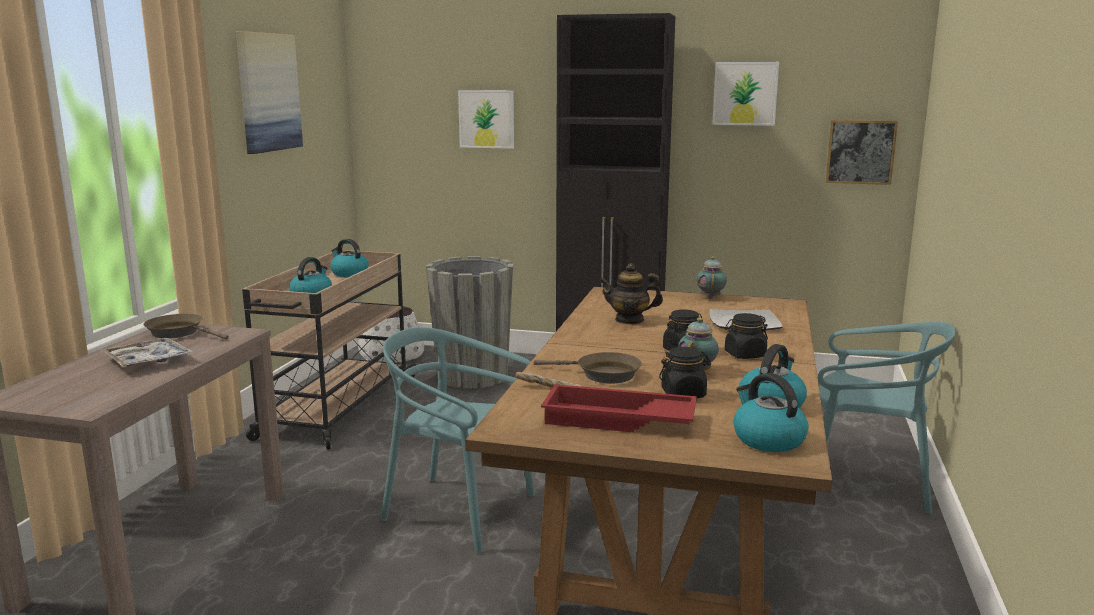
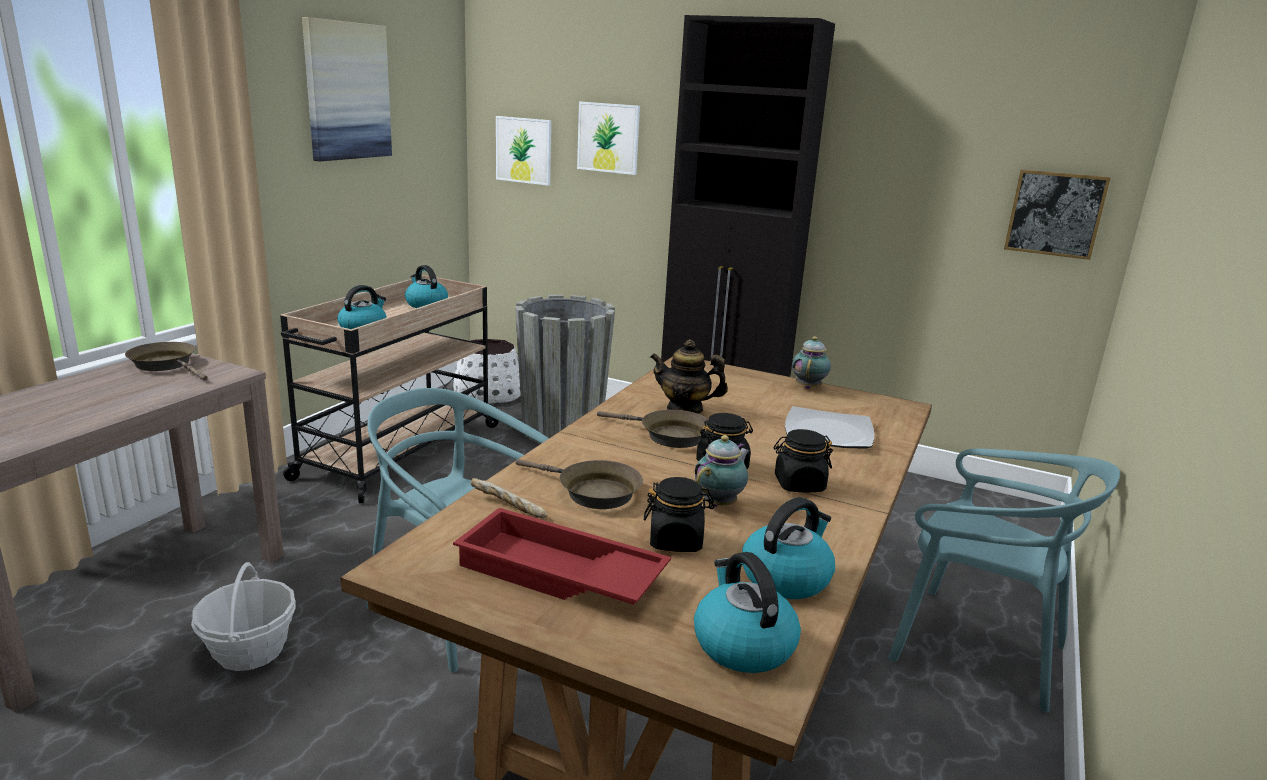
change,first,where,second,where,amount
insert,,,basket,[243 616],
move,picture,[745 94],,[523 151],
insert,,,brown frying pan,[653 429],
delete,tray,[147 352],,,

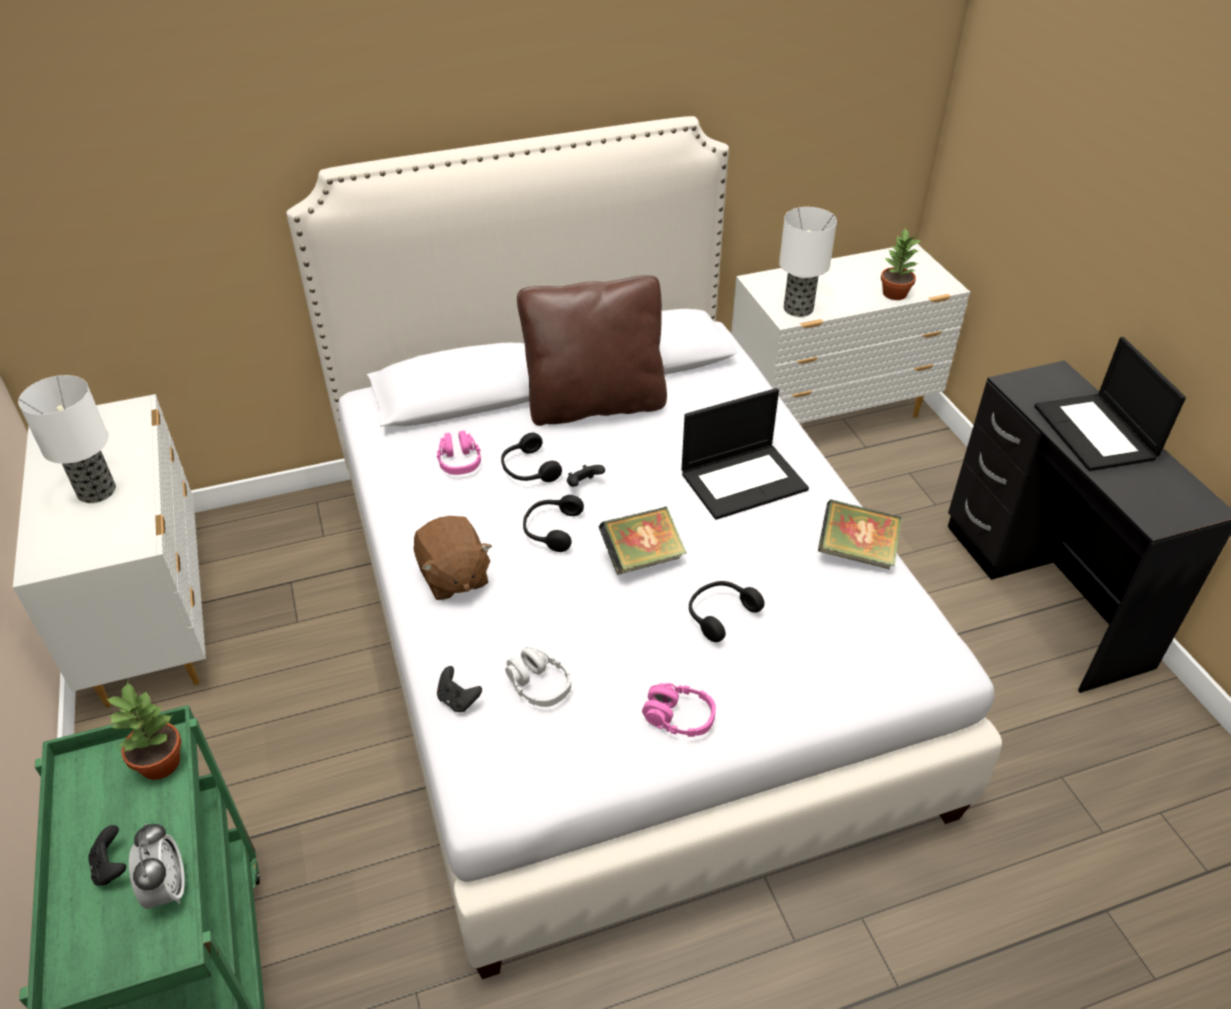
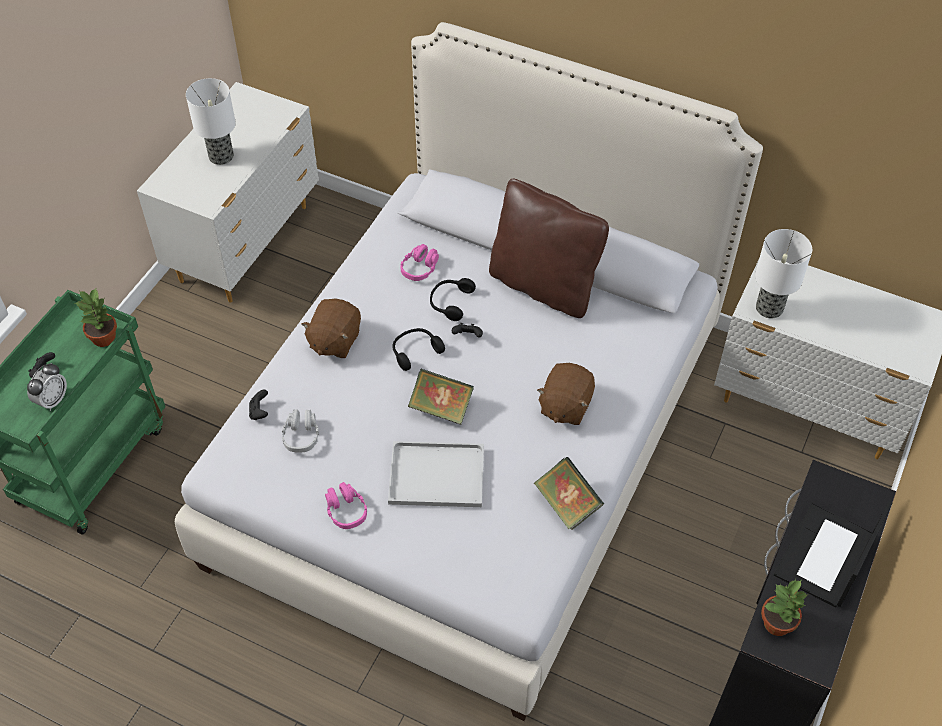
change,first,where,second,where,amount
replace,black headphones,[726 611],white tray,[436 474],
replace,laptop,[745 454],brown plush toy,[566 394],
move,potted plant,[901 264],,[785 607],

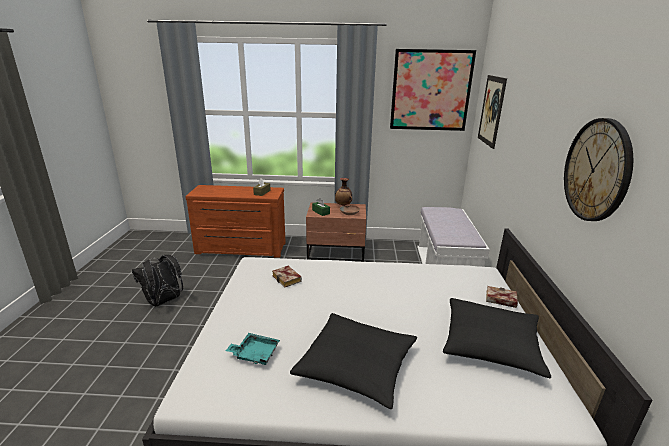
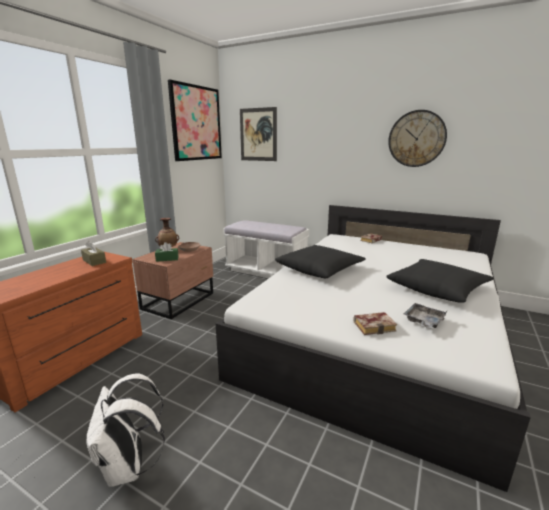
change,first,where,second,where,amount
recolor,black backpack,[157 280],white backpack,[126 430],
move,black pillow,[497 338],,[320 261],
move,book,[287 276],,[375 323],
recolor,turquoise tray,[253 349],grey tray,[425 315],

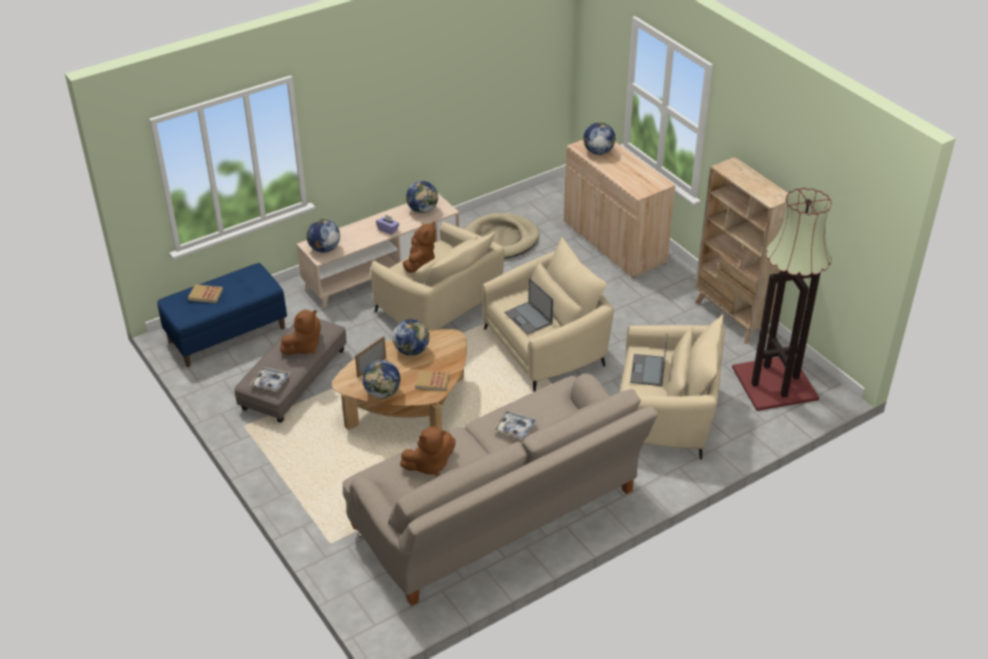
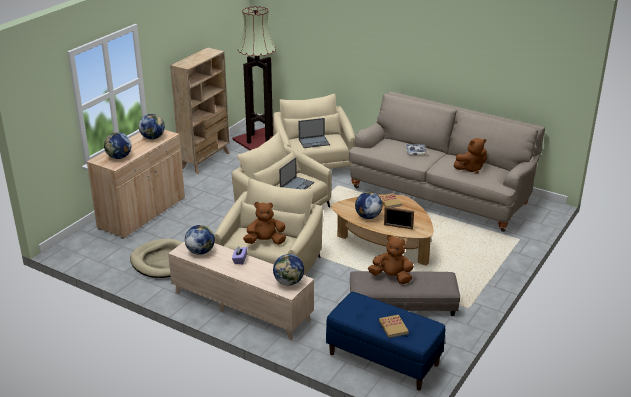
change,first,where,second,where,amount
move,globe,[381 379],,[152 126],
rotate,brown plush toy,[427 451],,[470 156],120 degrees clockwise
delete,tray,[269 379],,,

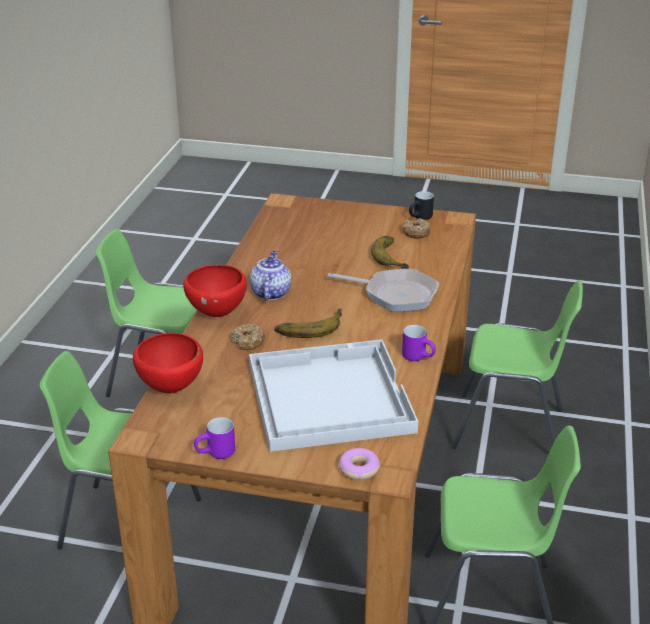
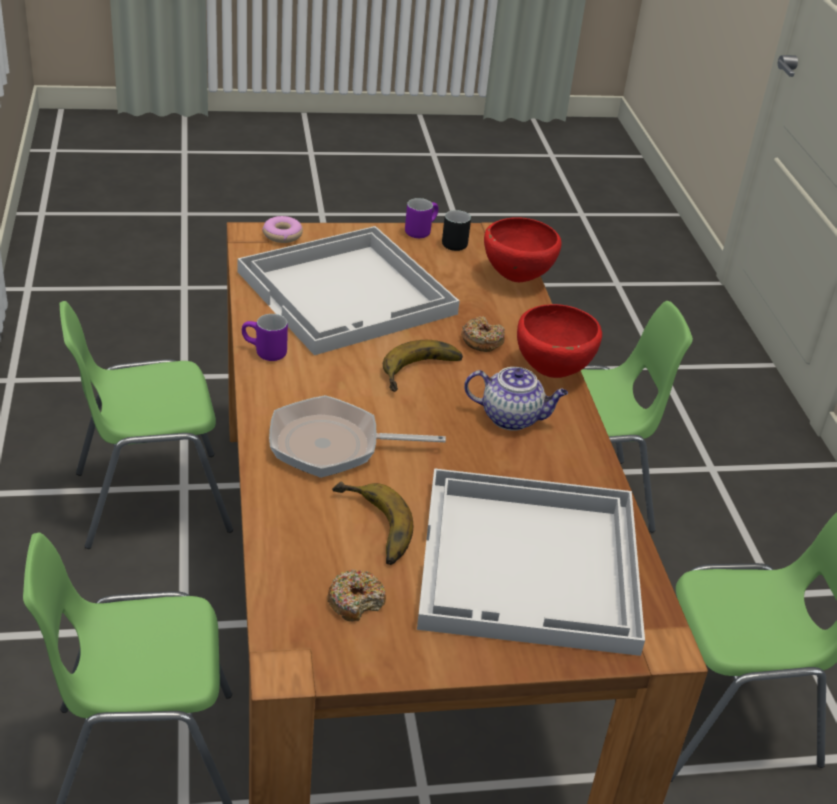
change,first,where,second,where,amount
insert,,,white tray,[531 562],
move,black mug,[421 205],,[456 230],
rotate,teapot,[271 275],,[516 399],60 degrees counterclockwise

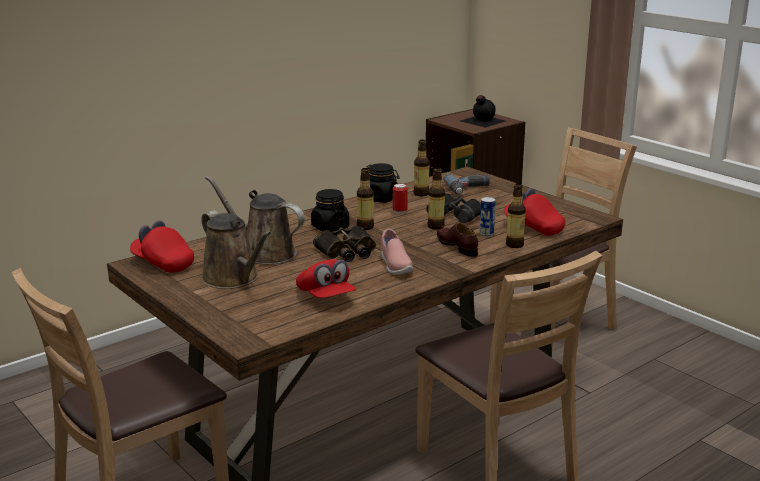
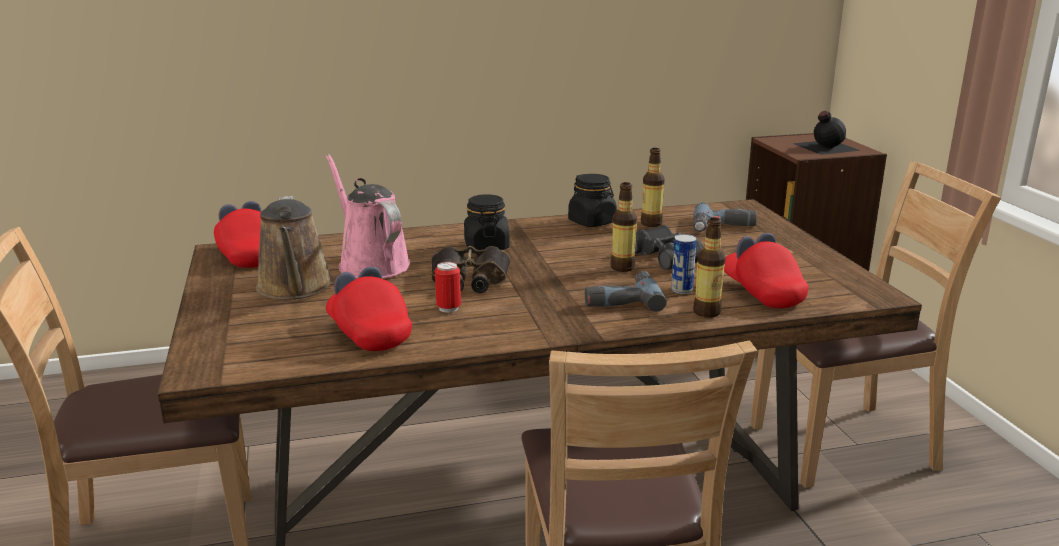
change,first,where,second,where,amount
recolor,brown watering can,[255 220],pink watering can,[368 216],
rotate,red cap,[326 278],,[369 308],150 degrees clockwise
move,can,[400 198],,[448 287],
replace,brown shoe,[457 240],power drill,[626 291],
delete,bottle,[365 199],,,
delete,pink shoe,[397 252],,,

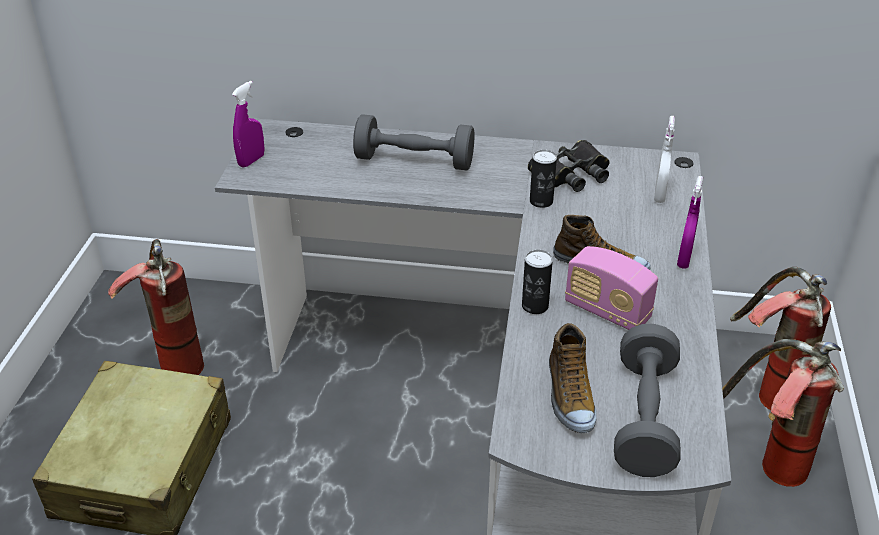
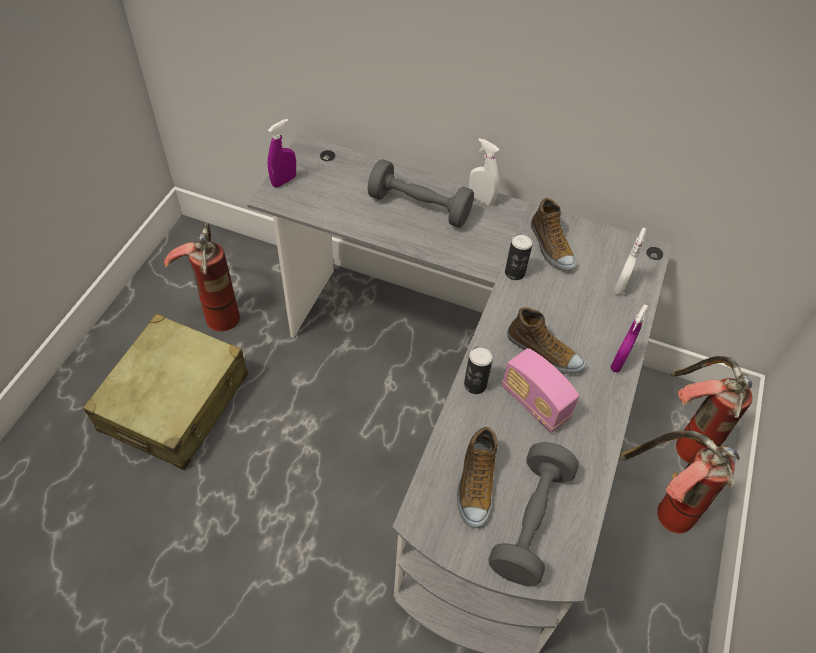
change,first,where,second,where,amount
insert,,,white spray bottle,[484 172],
replace,black binoculars,[569 166],shoe,[553 234],

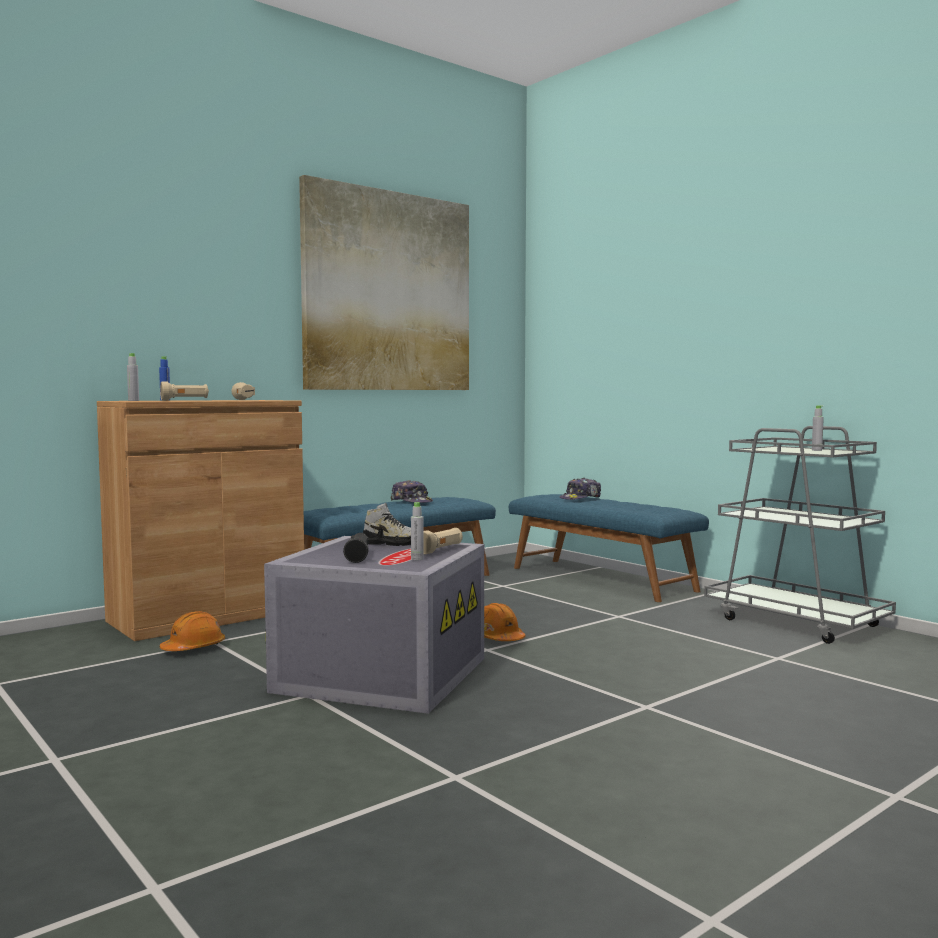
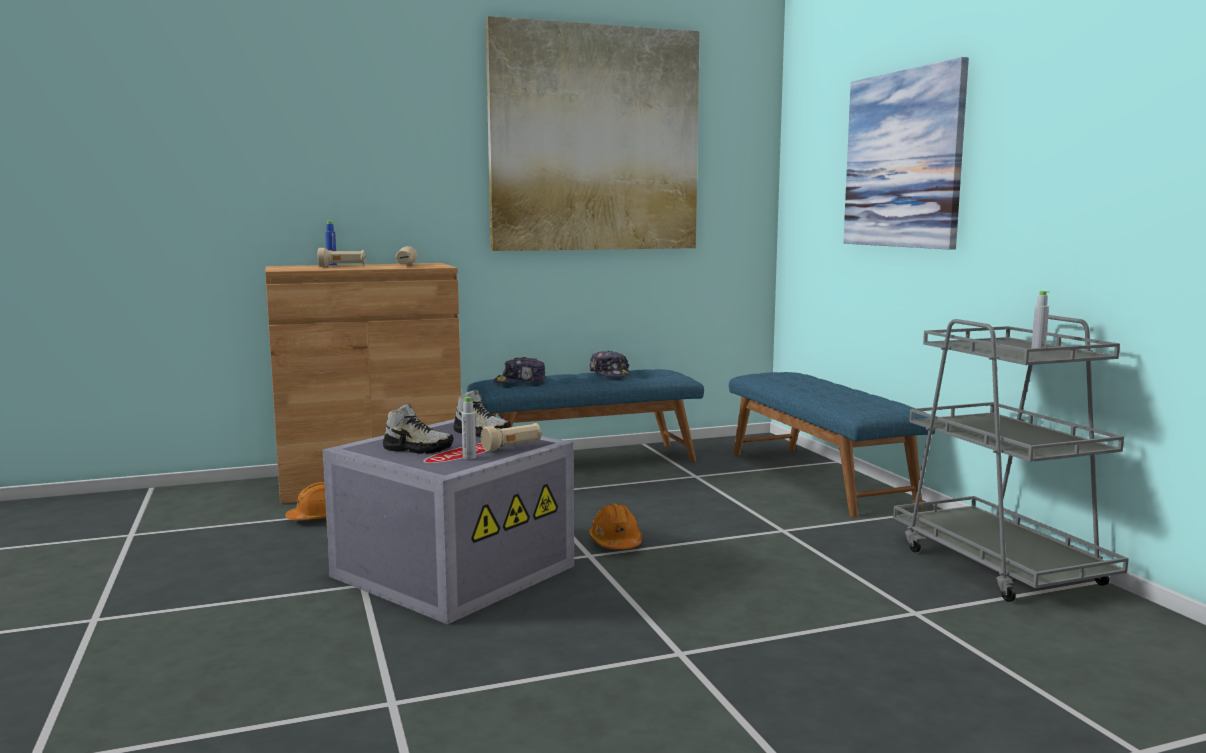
change,first,where,second,where,amount
replace,black flashlight,[356 548],shoe,[418 428],
move,cap,[580 489],,[519 370],
insert,,,picture,[906 153],
delete,grey bottle,[133 377],,,

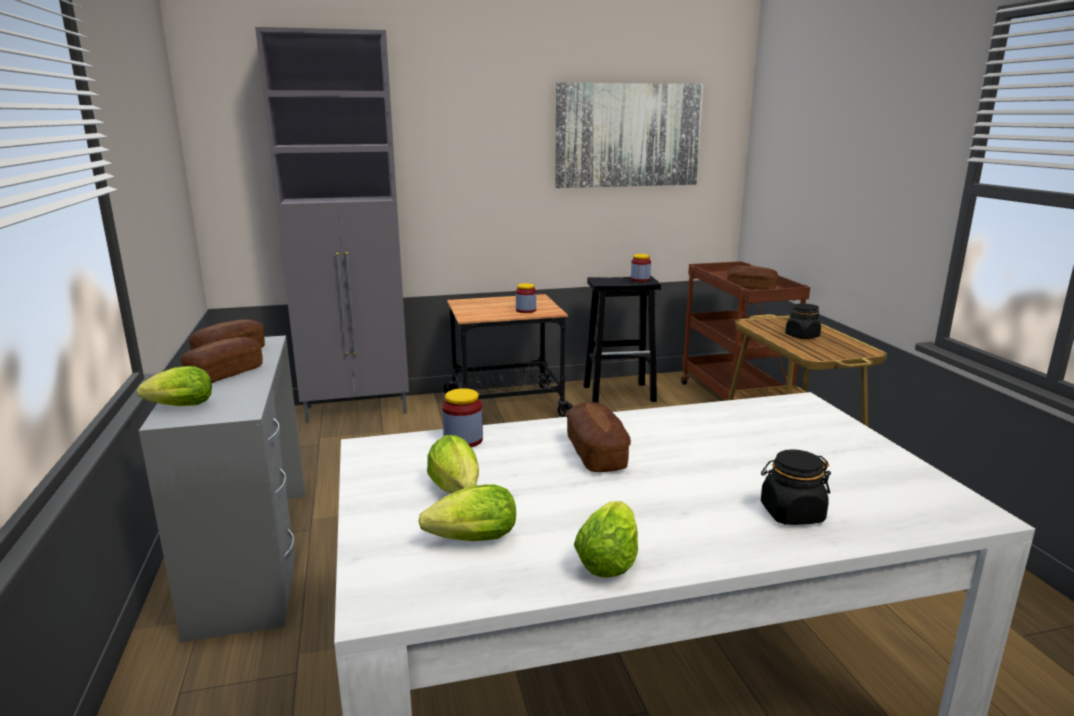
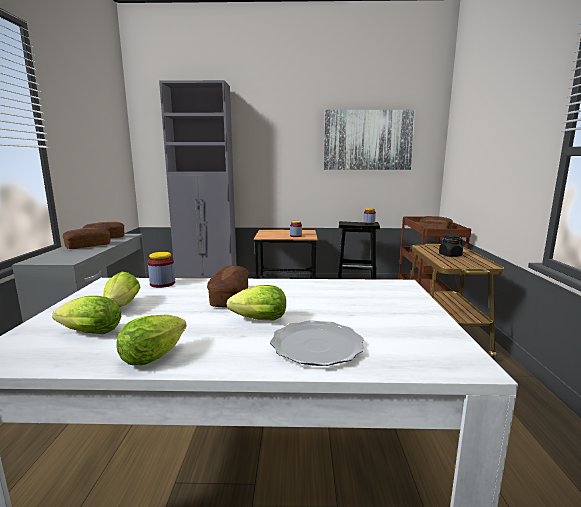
change,first,where,second,where,amount
move,lettuce,[174 386],,[256 302],
replace,black jar,[796 487],plate,[317 343],

